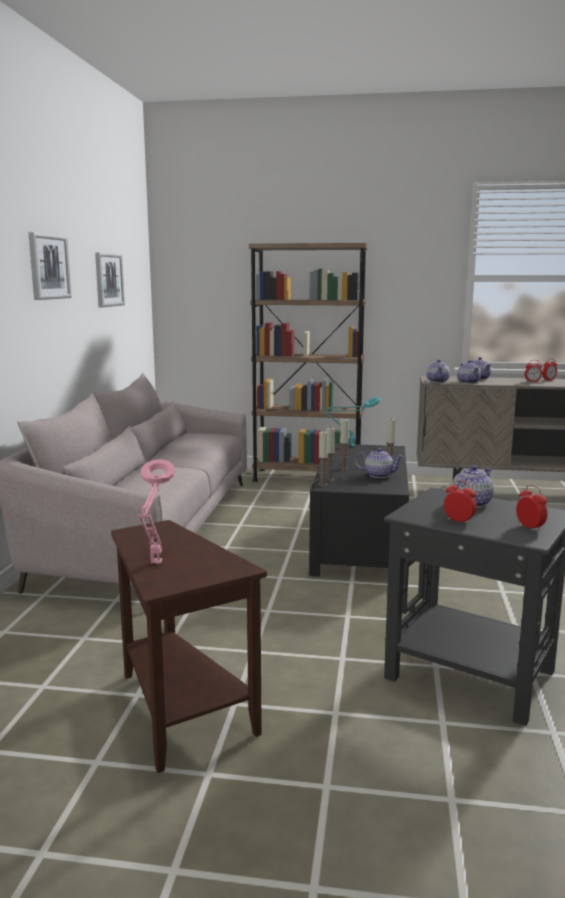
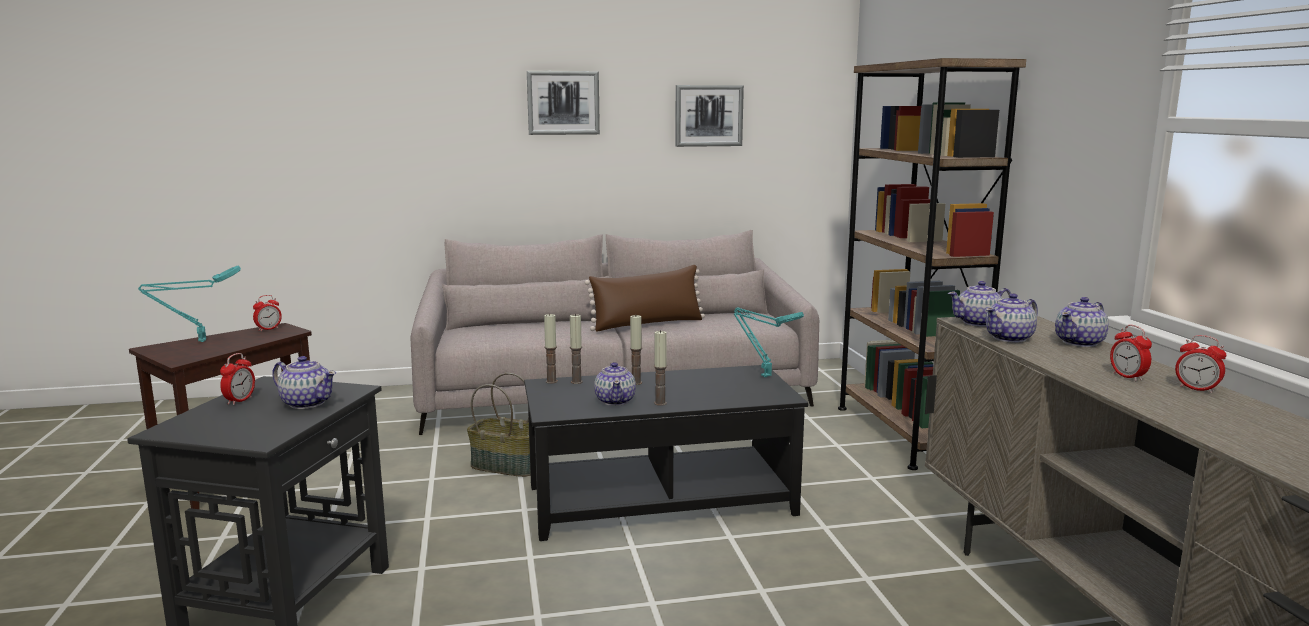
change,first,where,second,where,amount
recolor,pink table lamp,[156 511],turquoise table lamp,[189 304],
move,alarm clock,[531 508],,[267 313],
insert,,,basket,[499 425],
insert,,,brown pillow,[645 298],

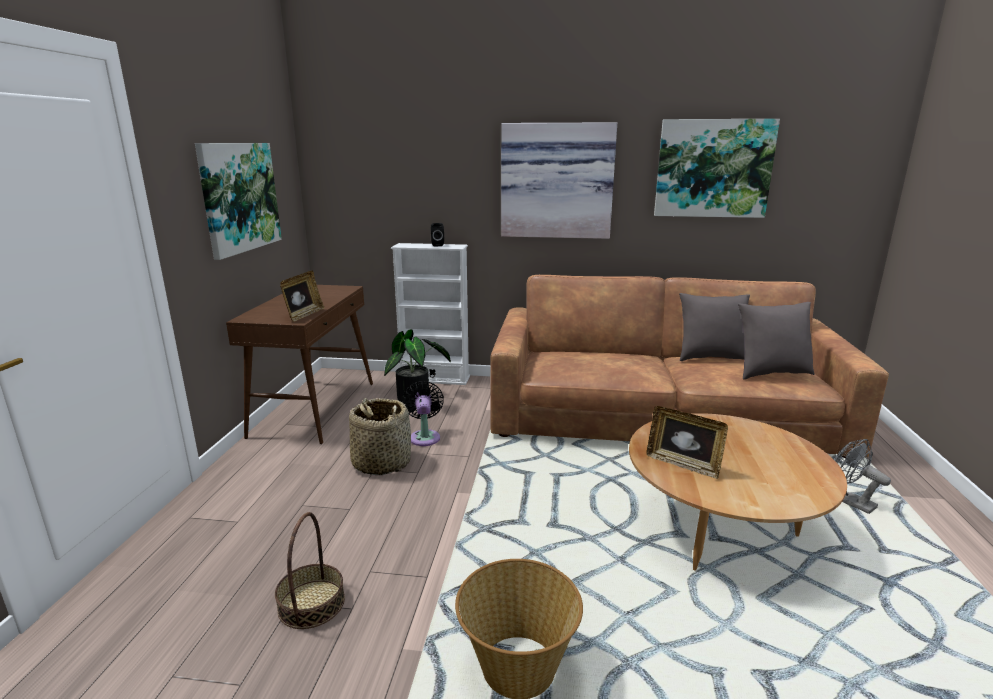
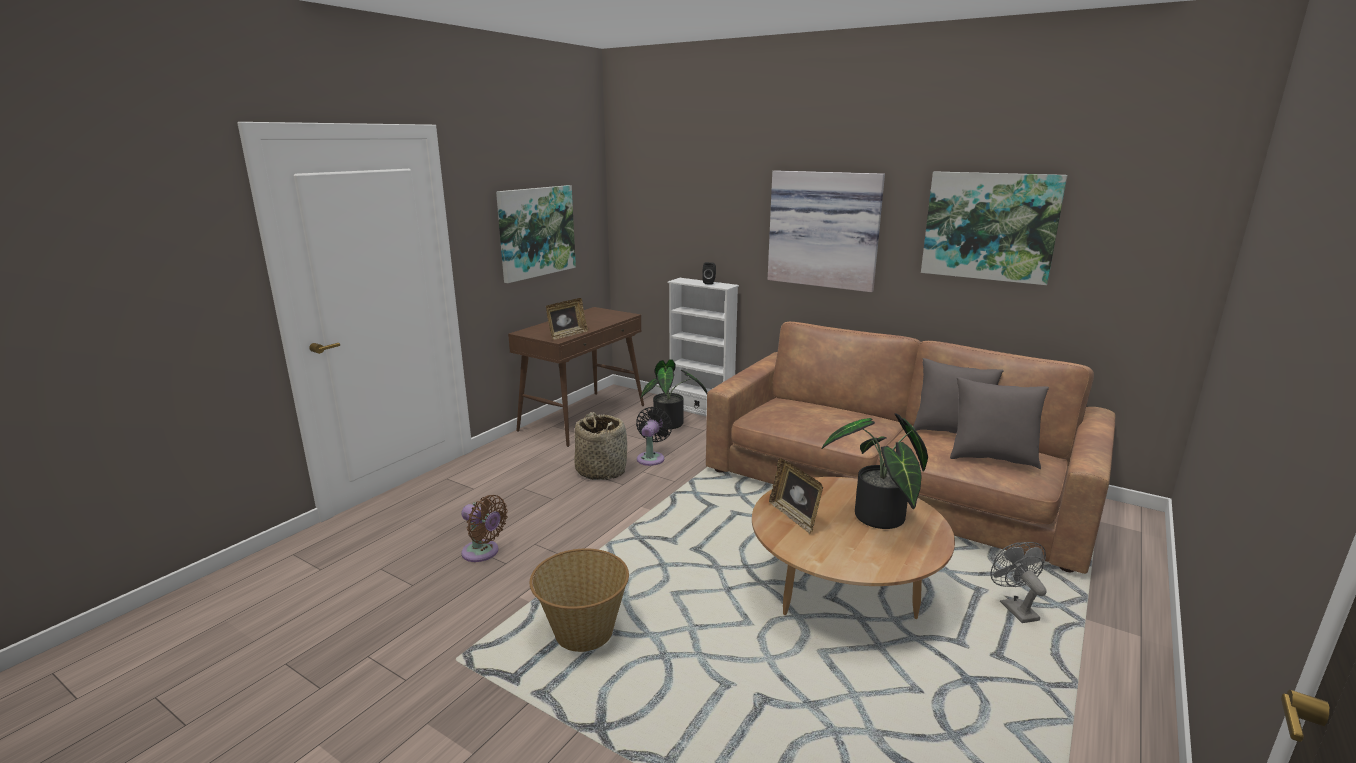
change,first,where,second,where,amount
replace,basket,[310 570],brown fan,[484 528],
insert,,,potted plant,[874 471],

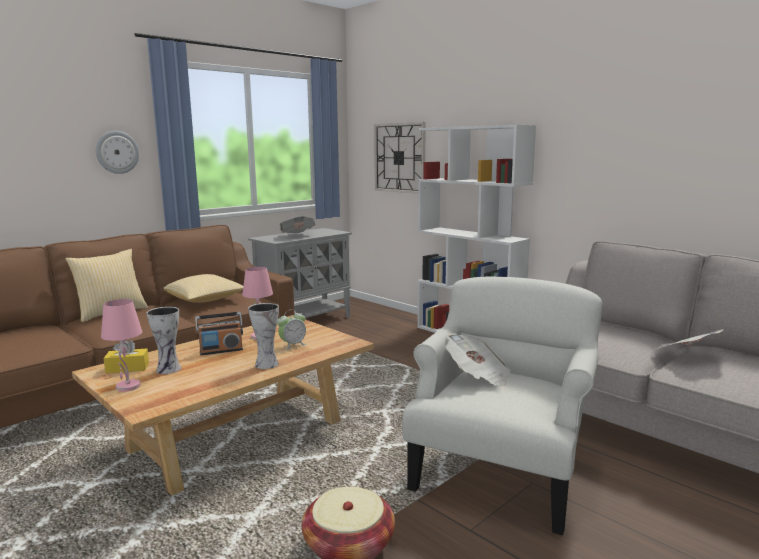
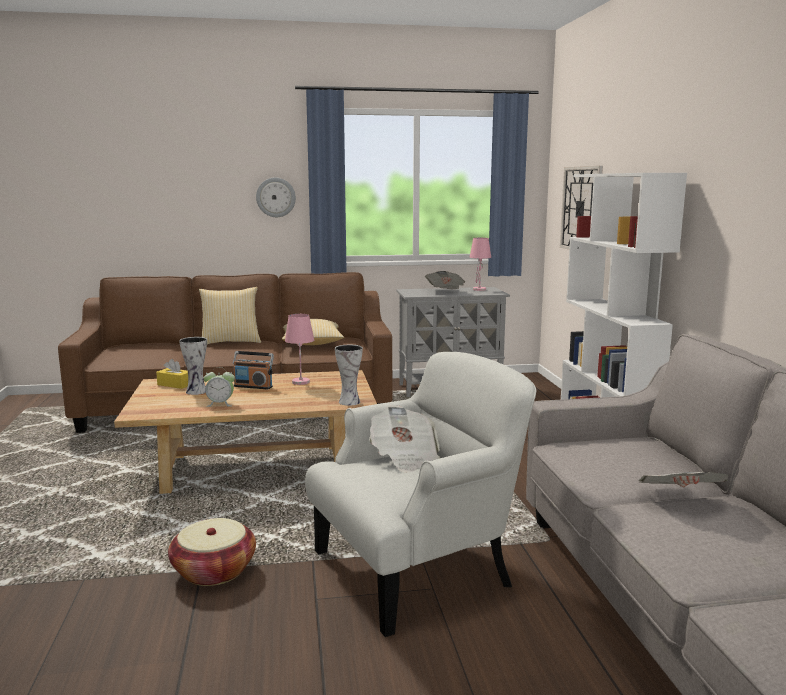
change,first,where,second,where,amount
move,alarm clock,[292 330],,[219 387],
move,vase,[263 336],,[349 375],
move,pink table lamp,[121 345],,[480 264],

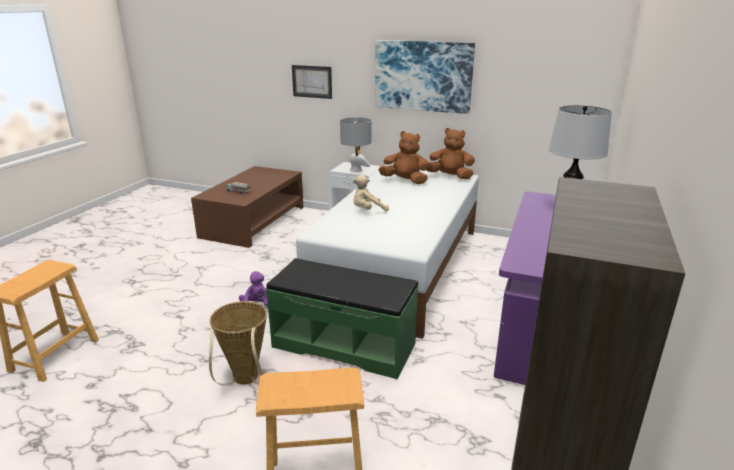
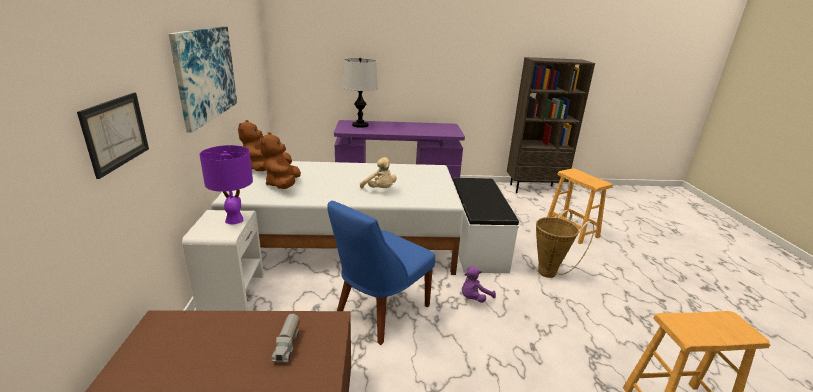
change,first,where,second,where,amount
recolor,grey table lamp,[355 145],purple table lamp,[226 184],
insert,,,blue chair,[381 273],
recolor,green bench,[342 318],white bench,[486 225],

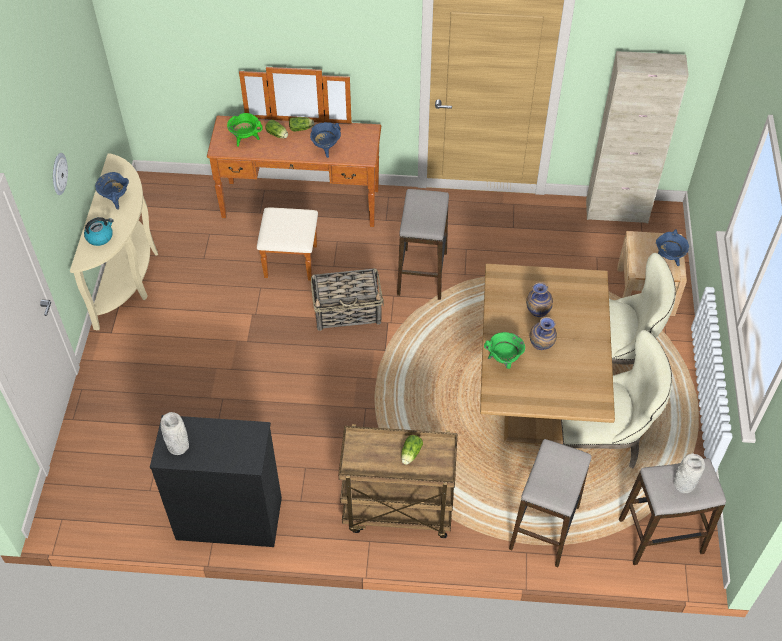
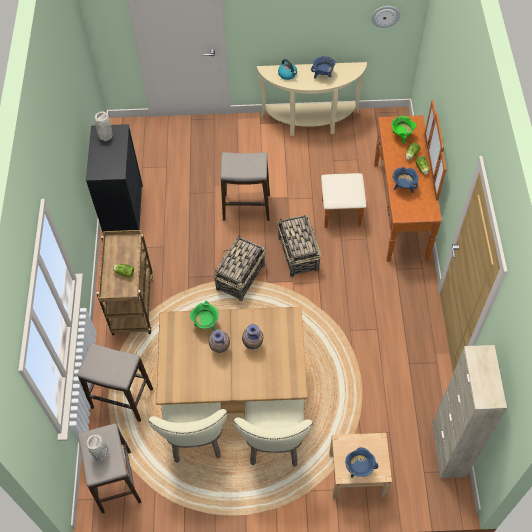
change,first,where,second,where,amount
insert,,,basket,[239 268],
move,stool,[423 244],,[245 186],
move,wall clock,[60 174],,[385 17],

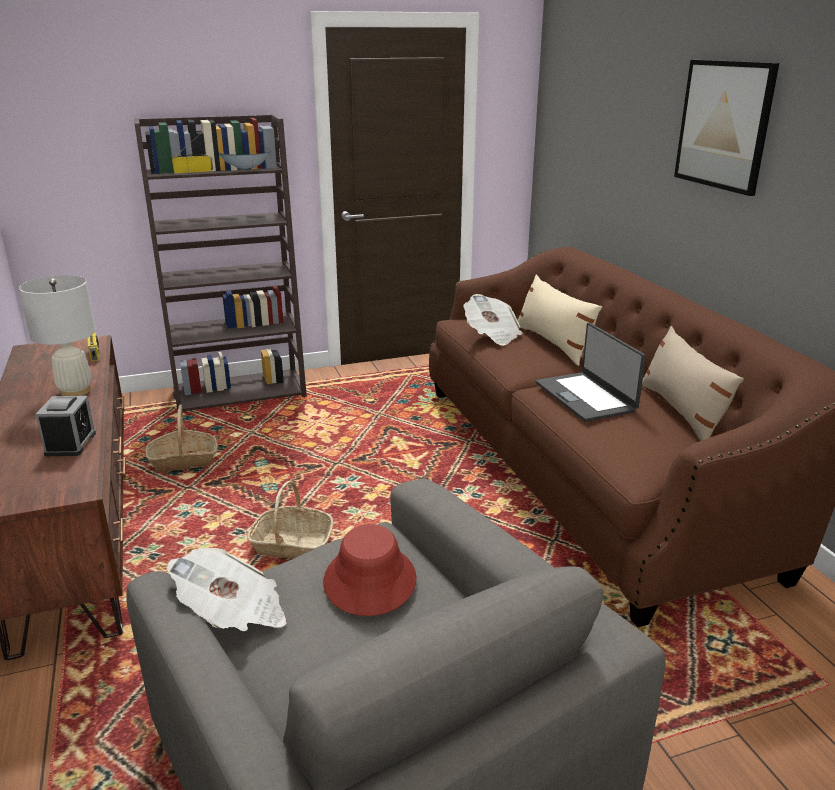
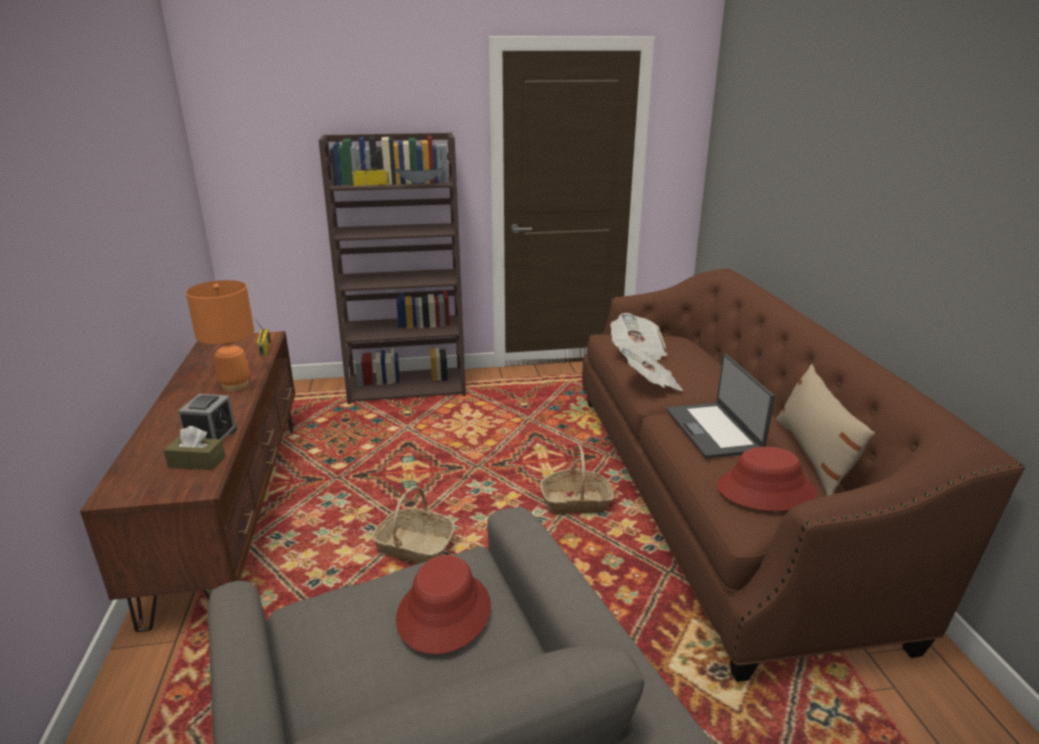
change,first,where,second,where,amount
insert,,,brown tissue box,[194 448],
recolor,white table lamp,[57 335],orange table lamp,[220 335],
move,basket,[181 438],,[577 480],
move,newspaper,[227 589],,[651 369],
insert,,,red hat,[767 479],
delete,beige pillow,[560 320],,,
delete,picture,[726 128],,,

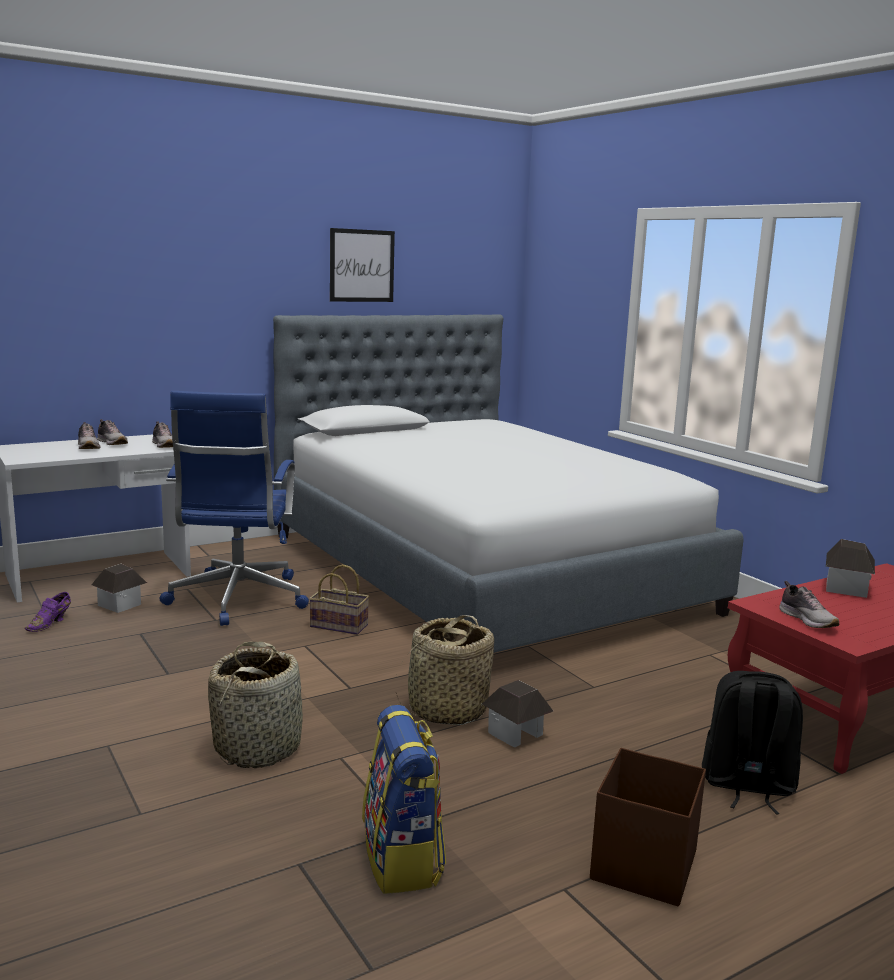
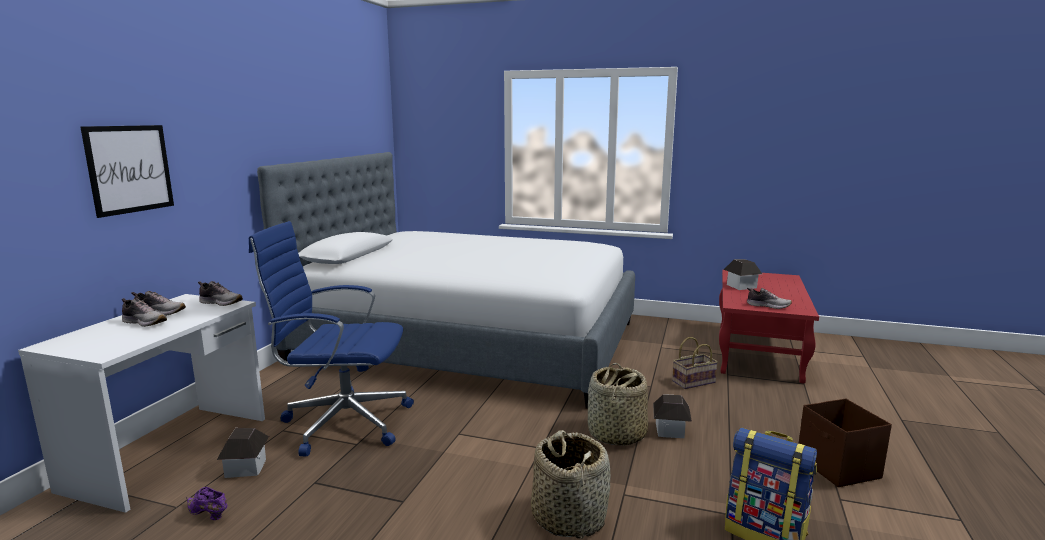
change,first,where,second,where,amount
move,picture,[362 265],,[127 171],
rotate,purple shoe,[48 612],,[207 503],135 degrees clockwise
rotate,blue office chair,[234 508],,[331 338],135 degrees clockwise
move,basket,[339 599],,[695 363],
delete,black backpack,[752 742],,,

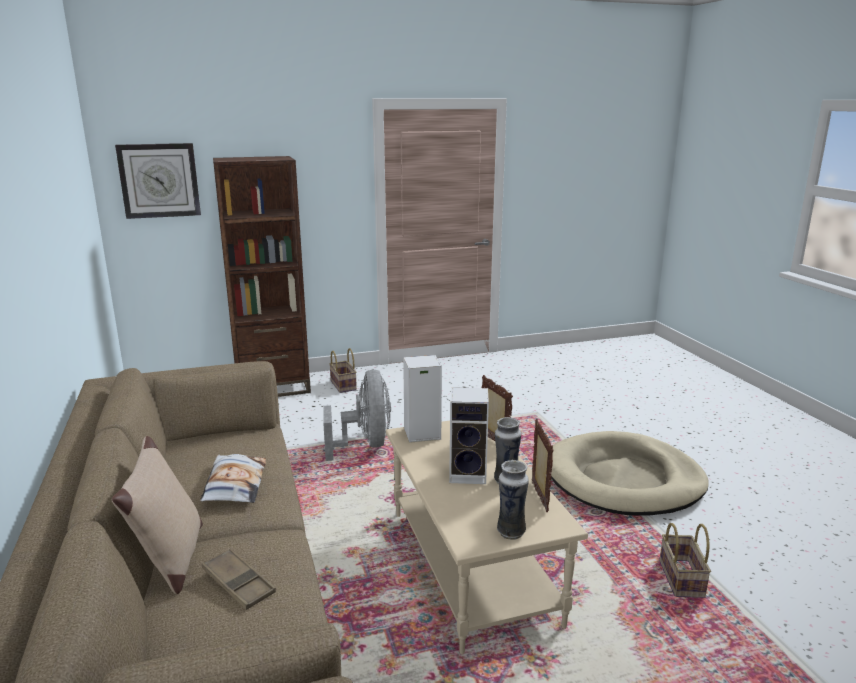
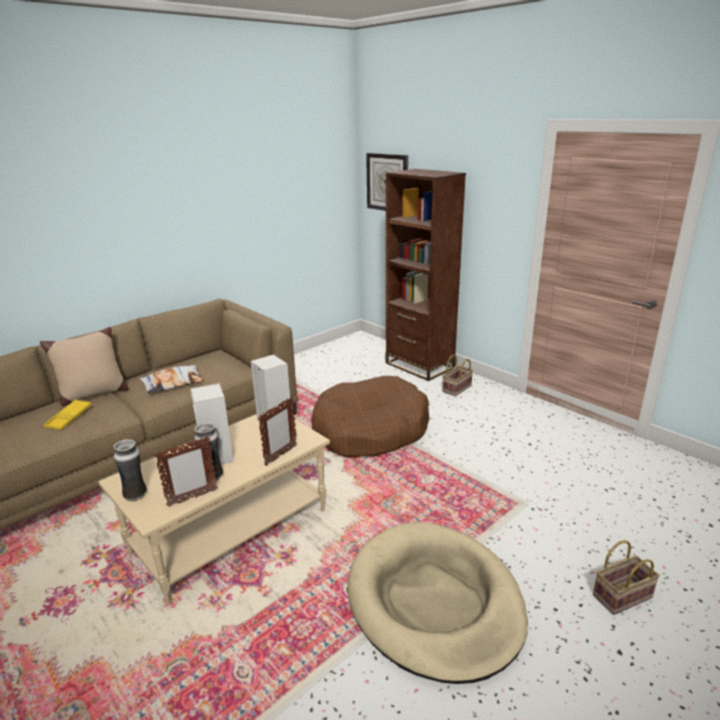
change,first,where,second,where,amount
recolor,brown tray,[239 579],yellow tray,[68 415],
replace,grey fan,[357 415],brown dog bed,[370 416],
move,basket,[685 560],,[626 577],

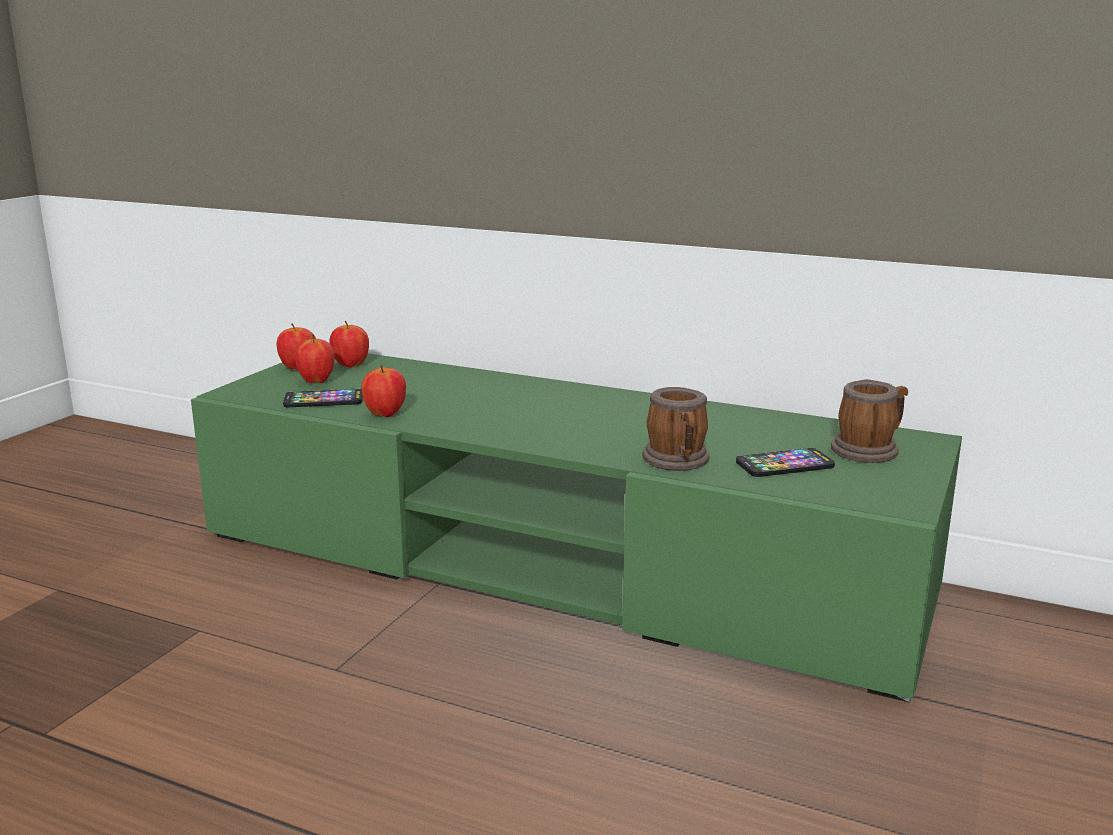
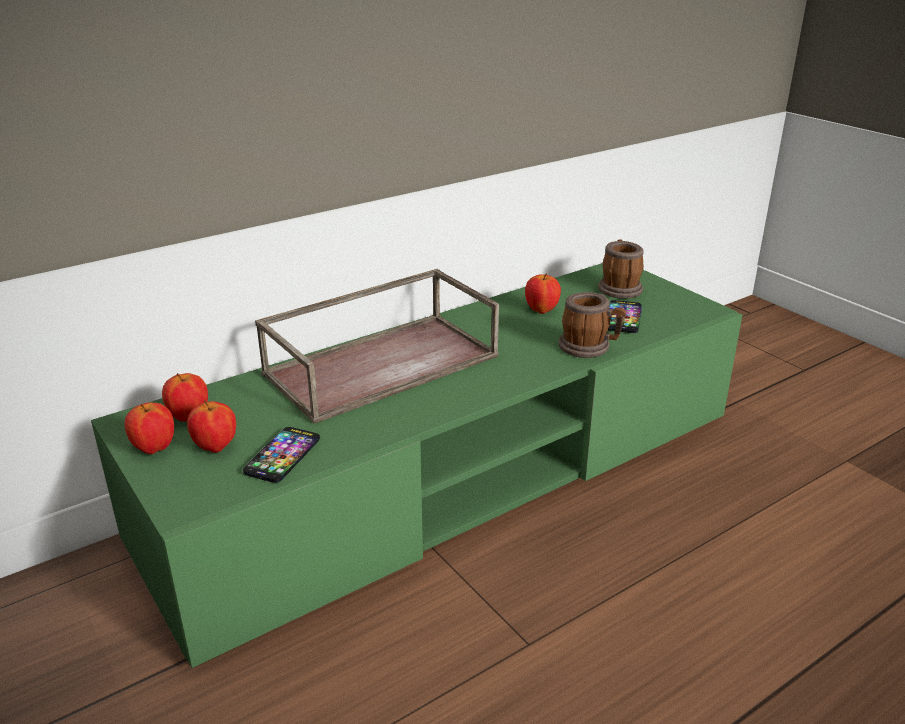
change,first,where,second,where,amount
insert,,,brown tray,[377 346],
move,apple,[383 391],,[543 293],

